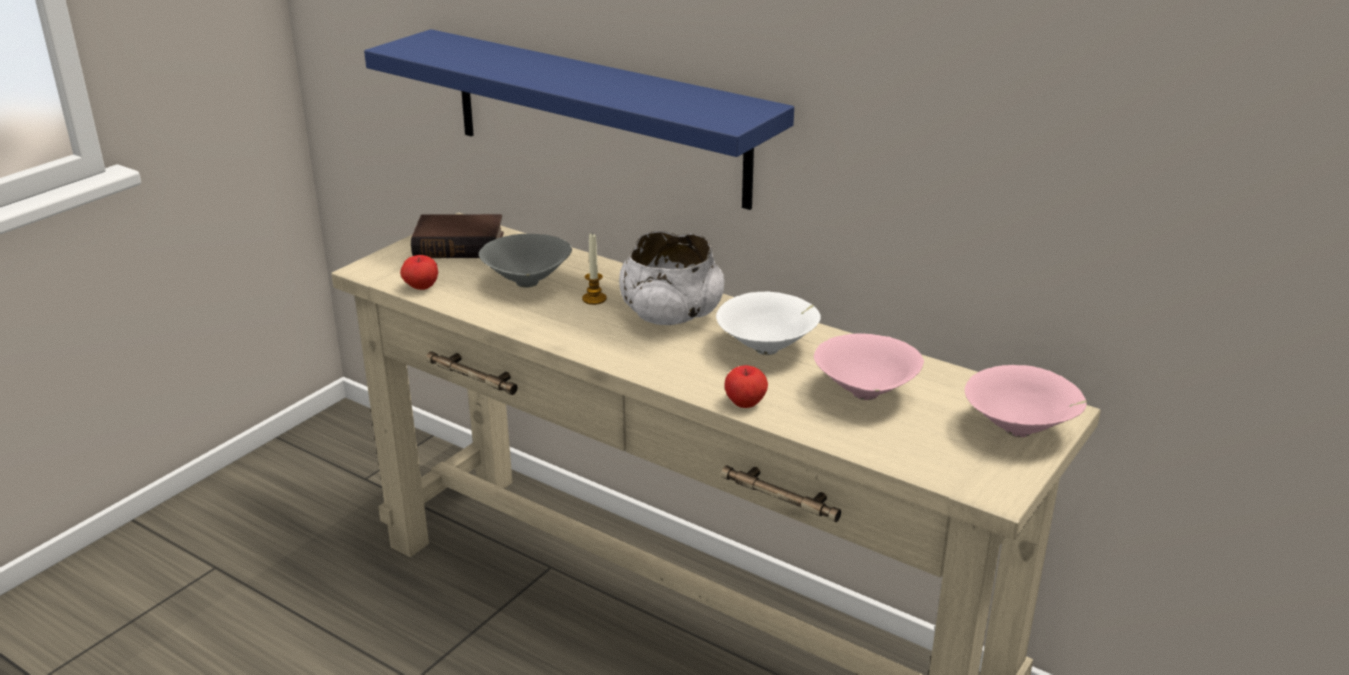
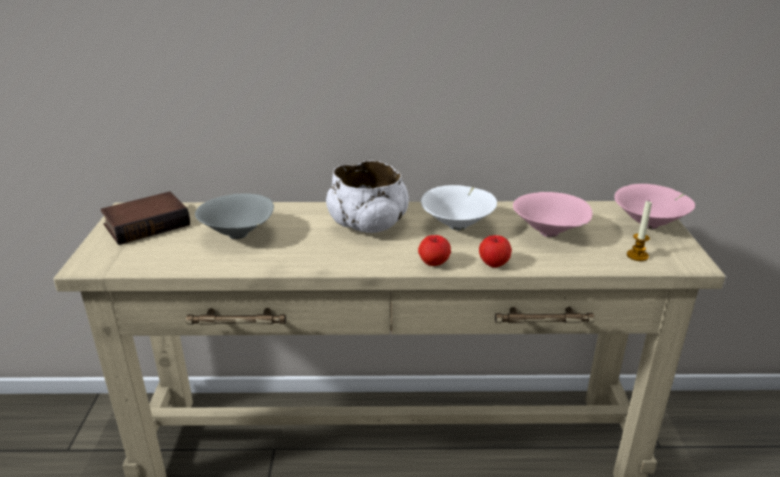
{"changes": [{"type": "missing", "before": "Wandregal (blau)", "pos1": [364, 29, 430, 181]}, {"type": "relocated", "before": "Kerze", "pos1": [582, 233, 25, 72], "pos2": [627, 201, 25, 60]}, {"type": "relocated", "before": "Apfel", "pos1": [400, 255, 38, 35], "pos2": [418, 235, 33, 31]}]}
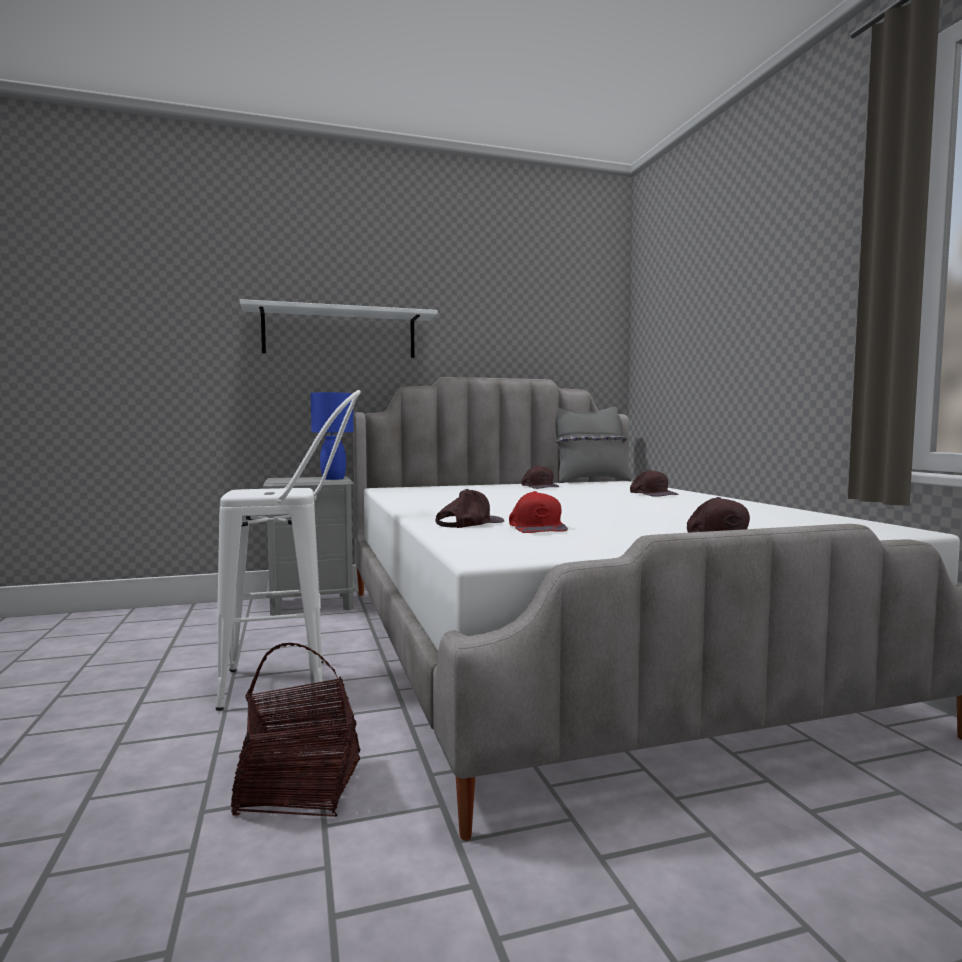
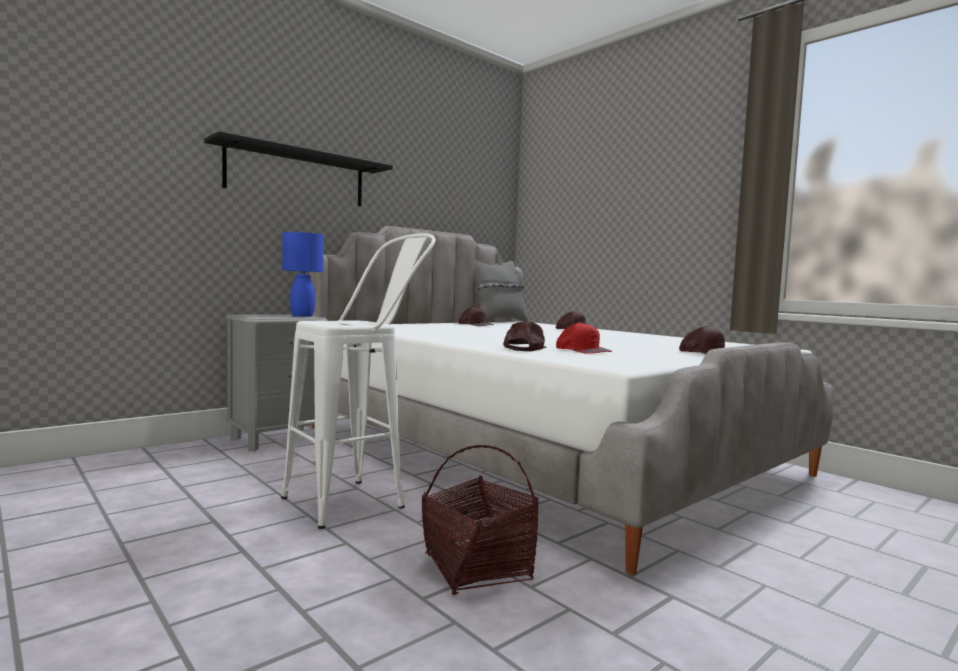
{"changes": [{"type": "colour", "before": "Wandregal (weiß)", "after": "Wandregal (schwarz)", "pos1": [240, 299, 198, 59], "pos2": [204, 131, 189, 75]}]}
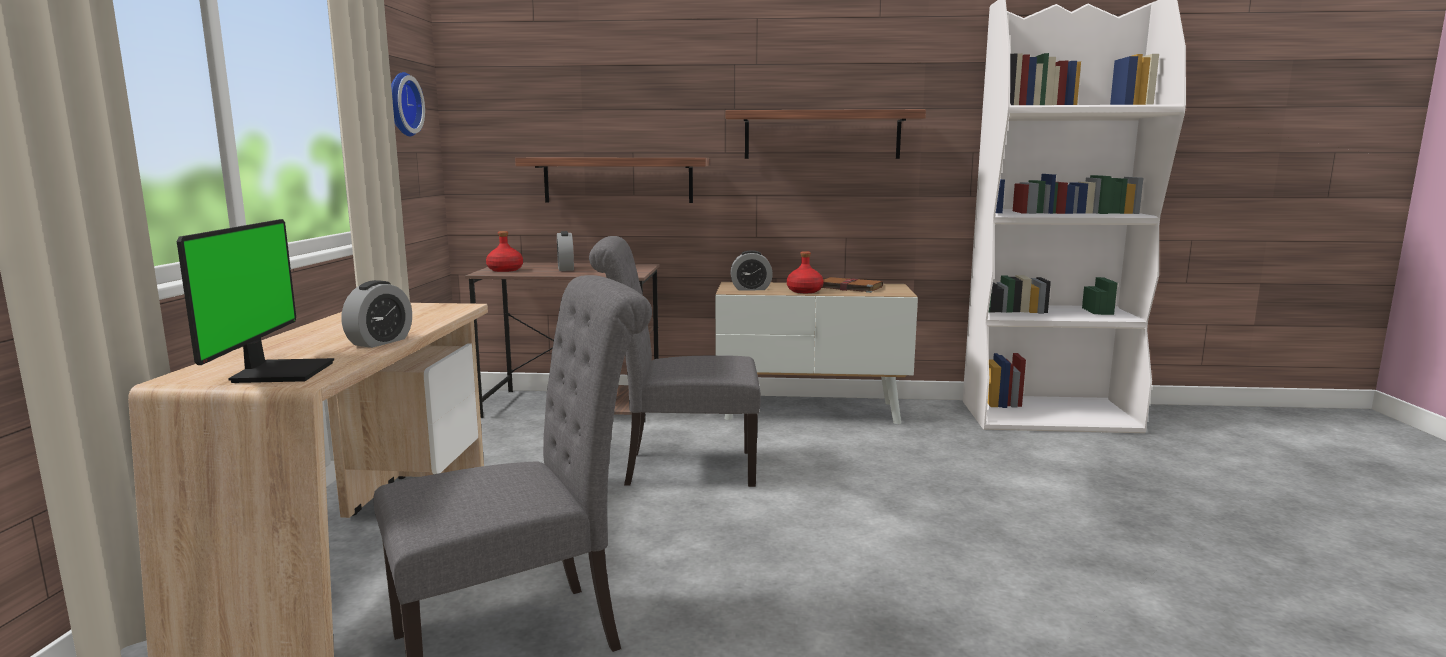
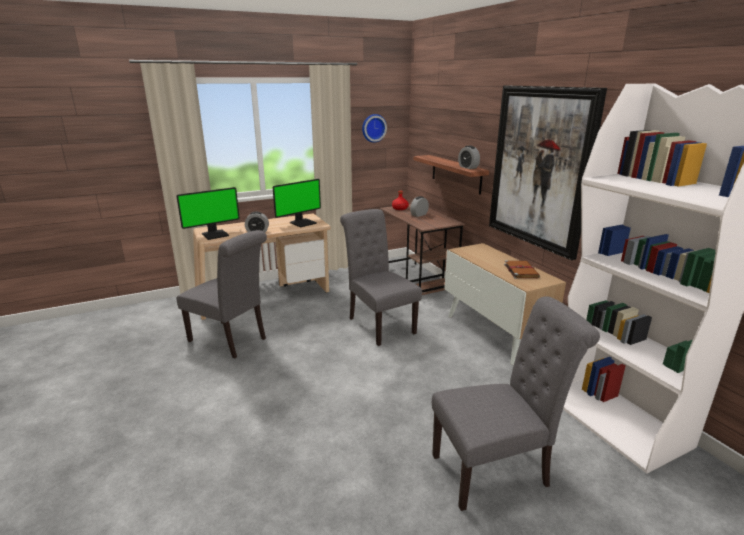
{"changes": [{"type": "exchanged", "before": "Wandregal", "after": "Bild", "pos1": [725, 109, 201, 50], "pos2": [489, 86, 118, 174]}, {"type": "relocated", "before": "Wecker", "pos1": [730, 250, 43, 40], "pos2": [458, 146, 22, 23]}, {"type": "missing", "before": "Flasche (rot)", "pos1": [787, 251, 37, 42]}, {"type": "appeared", "after": "Monitor", "pos2": [273, 179, 48, 48]}, {"type": "appeared", "after": "Stuhl (grau)", "pos2": [432, 296, 168, 215]}]}
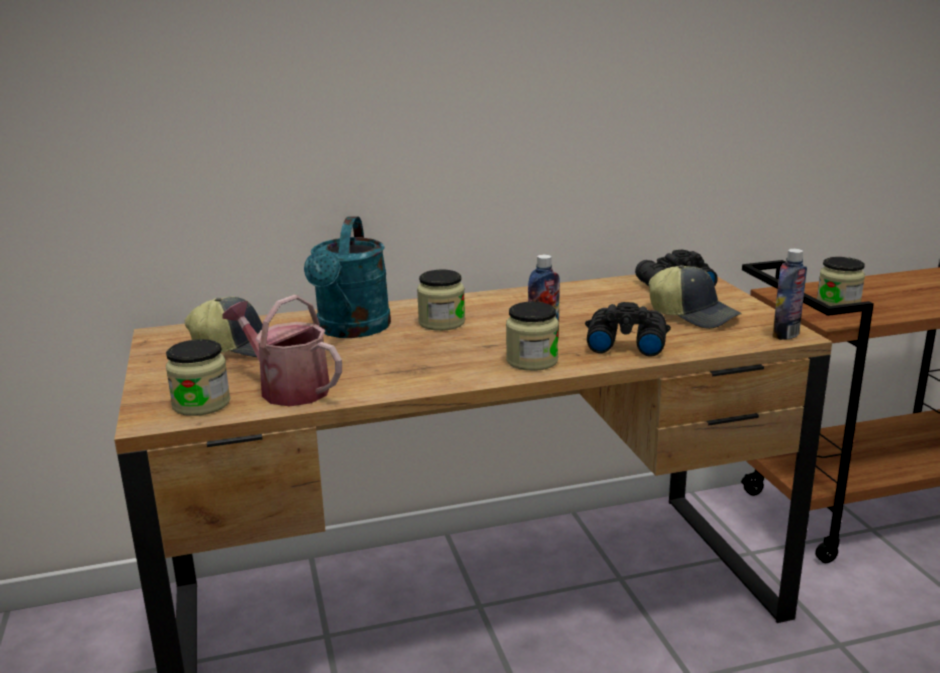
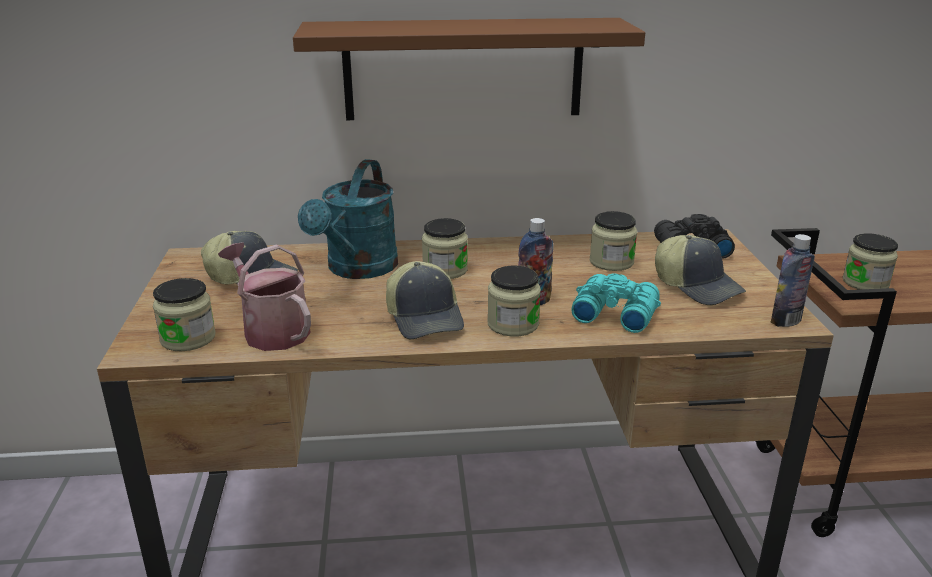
{"changes": [{"type": "colour", "before": "Fernglas (schwarz)", "after": "Fernglas (türkis)", "pos1": [585, 302, 86, 55], "pos2": [571, 273, 90, 60]}, {"type": "appeared", "after": "Wandregal (braun)", "pos2": [293, 18, 352, 102]}, {"type": "appeared", "after": "Vorratsglas", "pos2": [590, 211, 47, 60]}, {"type": "appeared", "after": "Kappe", "pos2": [386, 261, 78, 78]}]}
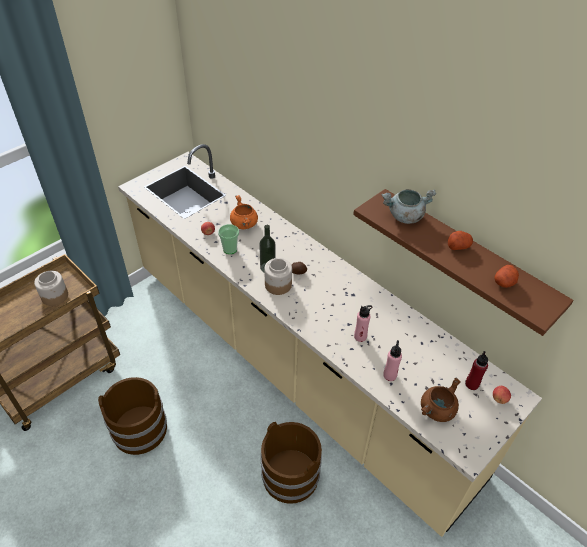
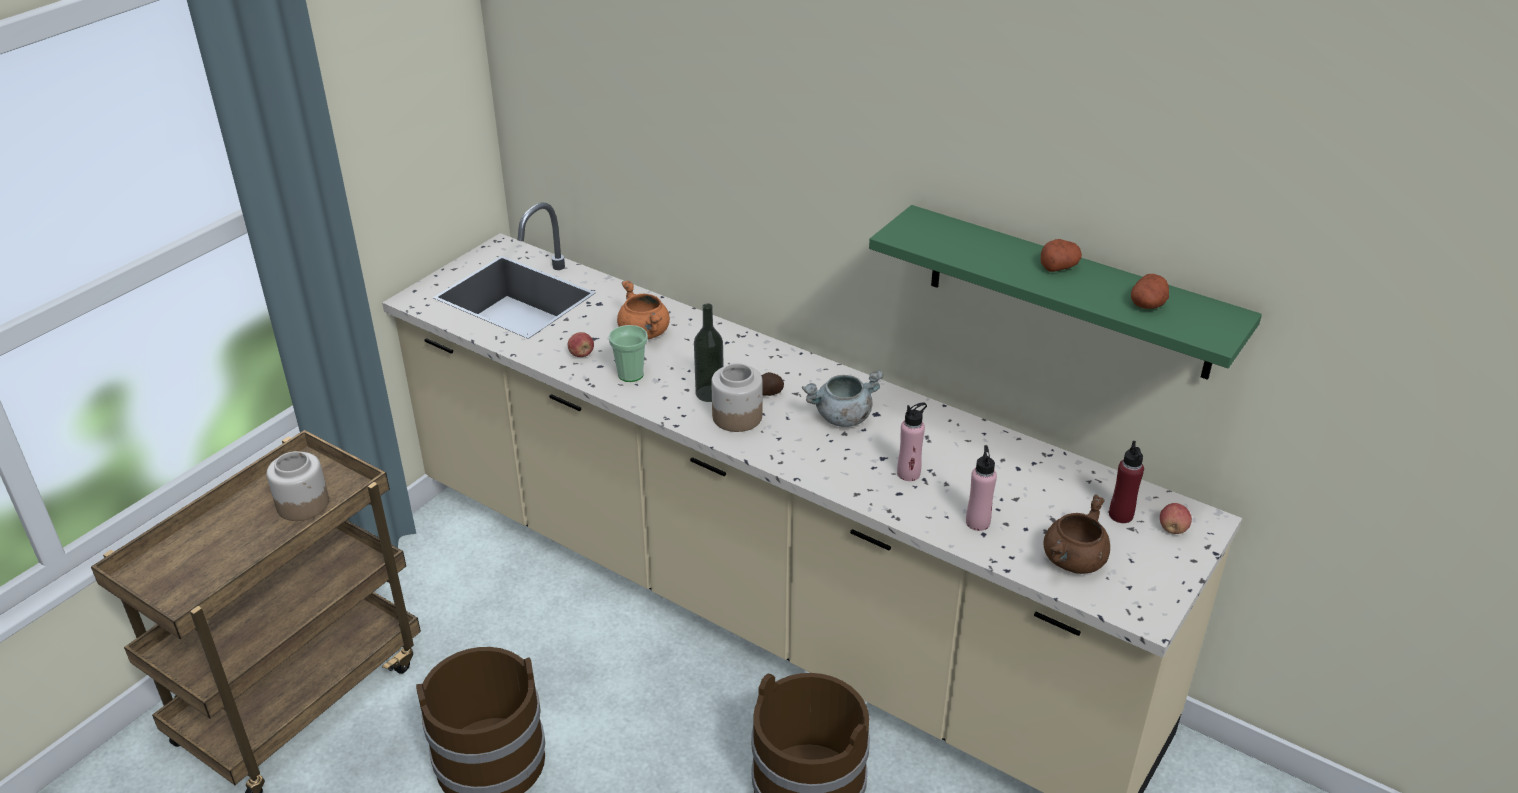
{"changes": [{"type": "colour", "before": "Wandregal (braun)", "after": "Wandregal (grün)", "pos1": [353, 189, 221, 147], "pos2": [869, 205, 393, 175]}, {"type": "relocated", "before": "Kochtopf (grau)", "pos1": [382, 189, 54, 35], "pos2": [802, 369, 82, 58]}]}
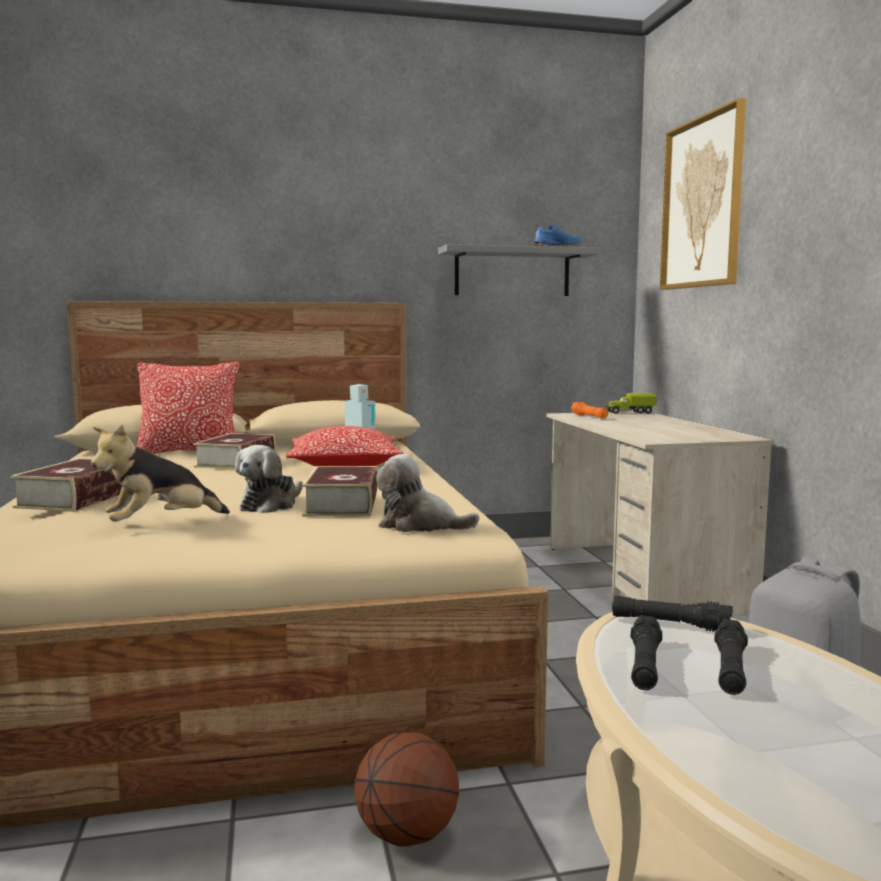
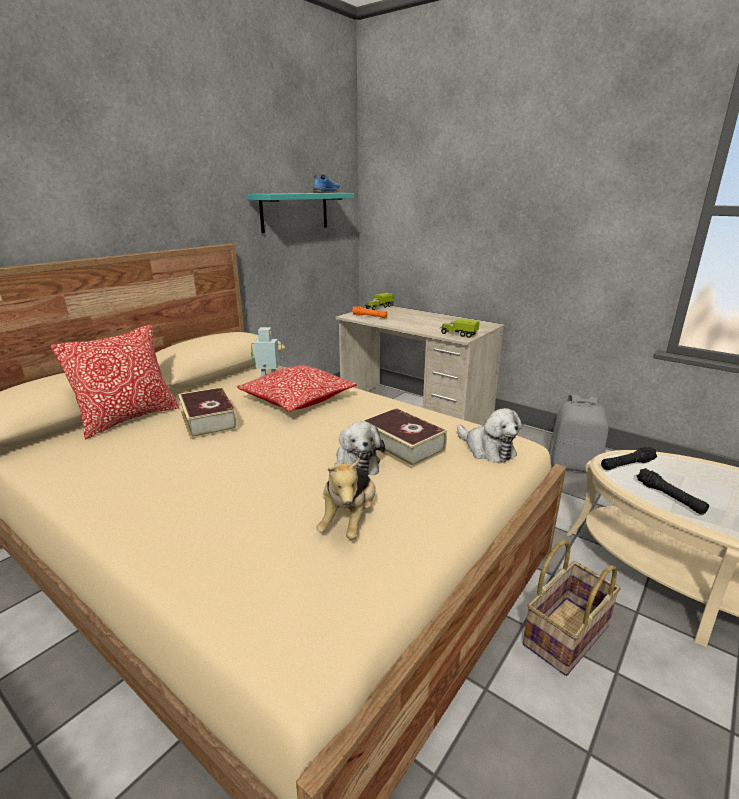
{"changes": [{"type": "missing", "before": "Bild", "pos1": [660, 98, 86, 192]}, {"type": "colour", "before": "Wandregal (grau)", "after": "Wandregal (türkis)", "pos1": [438, 244, 162, 52], "pos2": [247, 193, 107, 40]}, {"type": "spun", "before": "Plüschtier", "pos1": [376, 454, 103, 78], "pos2": [457, 408, 65, 55], "turn": -105}, {"type": "missing", "before": "Buch", "pos1": [10, 458, 112, 53]}, {"type": "missing", "before": "Taschenlampe (schwarz)", "pos1": [715, 619, 33, 76]}, {"type": "exchanged", "before": "Basketball", "after": "Korb", "pos1": [354, 732, 105, 114], "pos2": [523, 540, 98, 136]}, {"type": "appeared", "after": "Spielzeuglaster", "pos2": [439, 318, 41, 20]}]}
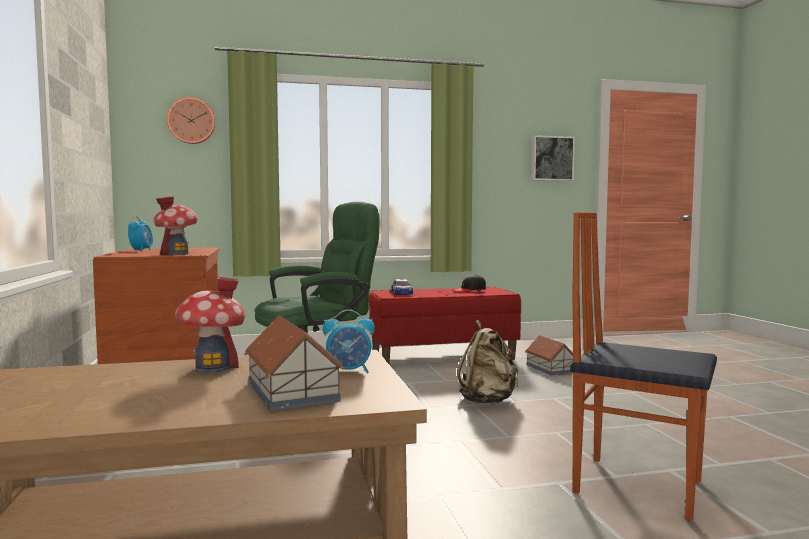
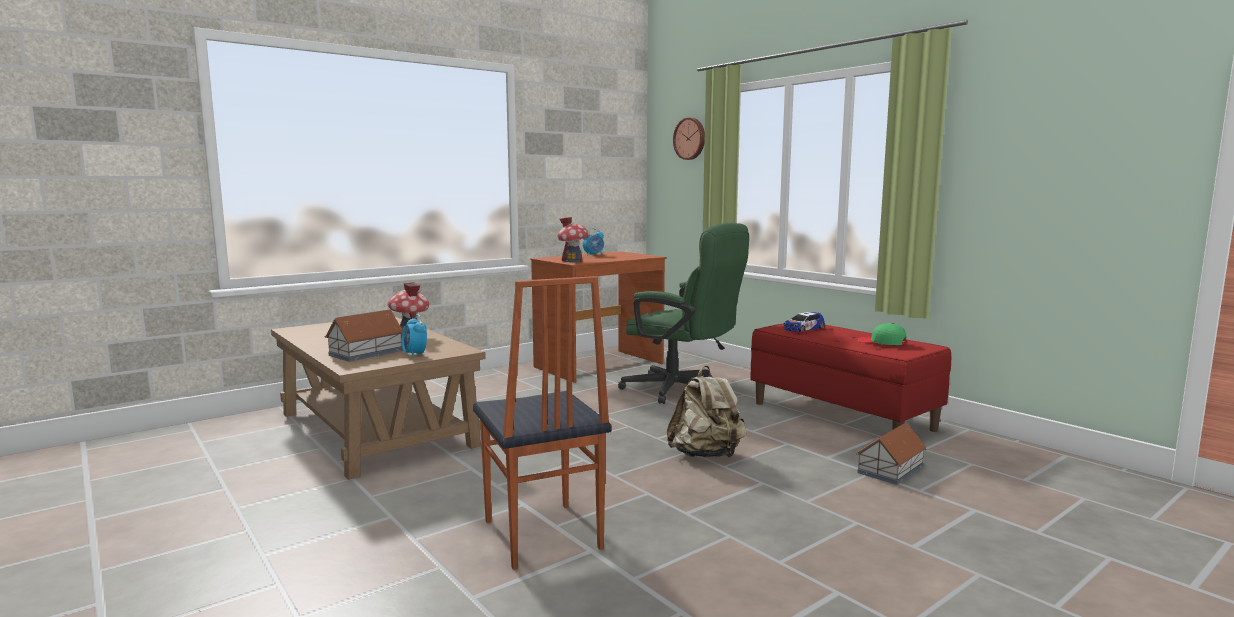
{"changes": [{"type": "missing", "before": "Bild", "pos1": [532, 135, 43, 46]}, {"type": "spun", "before": "Stuhl", "pos1": [570, 212, 147, 309], "pos2": [473, 276, 139, 294], "turn": 150}, {"type": "colour", "before": "Kappe (schwarz)", "after": "Kappe (grün)", "pos1": [453, 274, 33, 18], "pos2": [858, 323, 49, 22]}]}
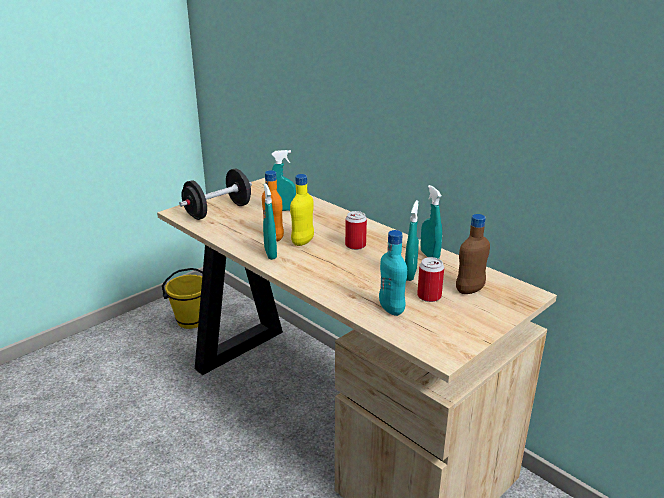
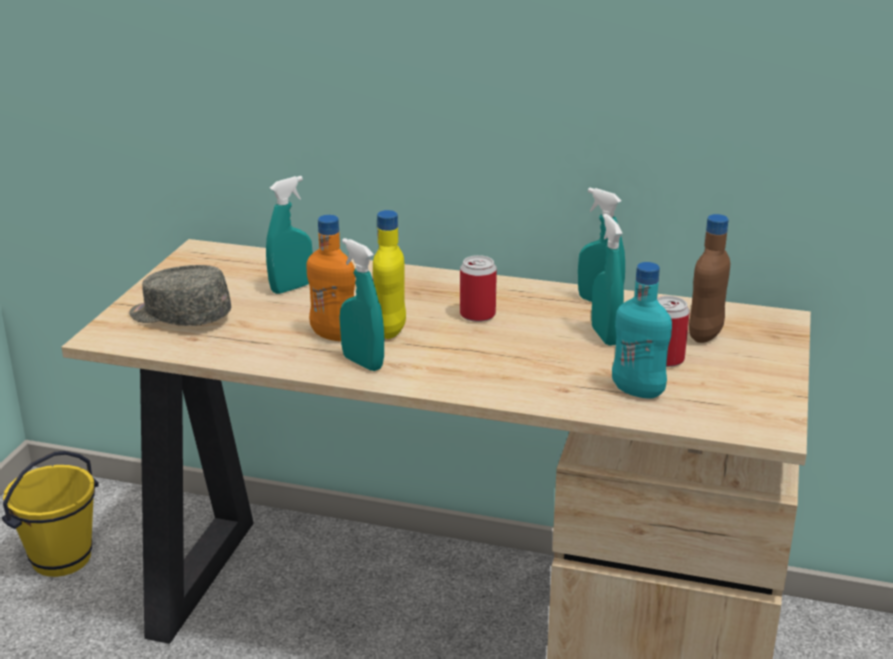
{"changes": [{"type": "exchanged", "before": "Hantel (schwarz)", "after": "Kappe (grau)", "pos1": [179, 169, 73, 51], "pos2": [129, 265, 102, 61]}]}
